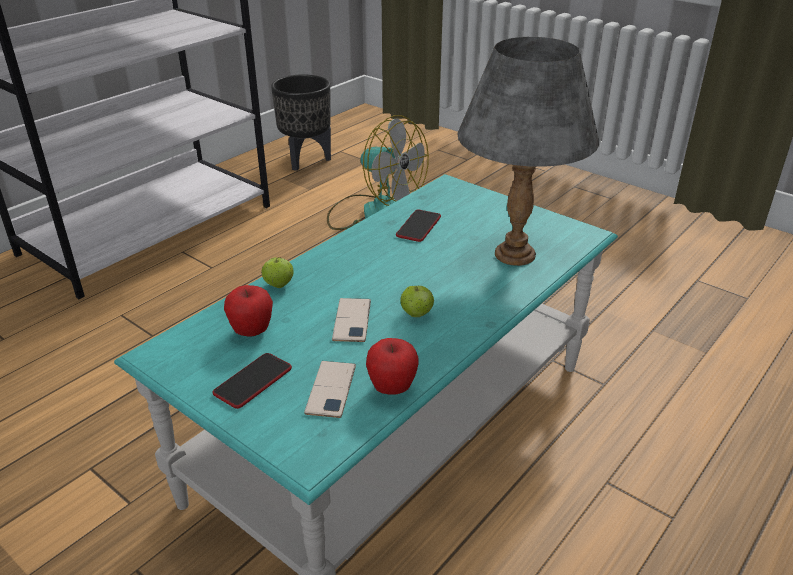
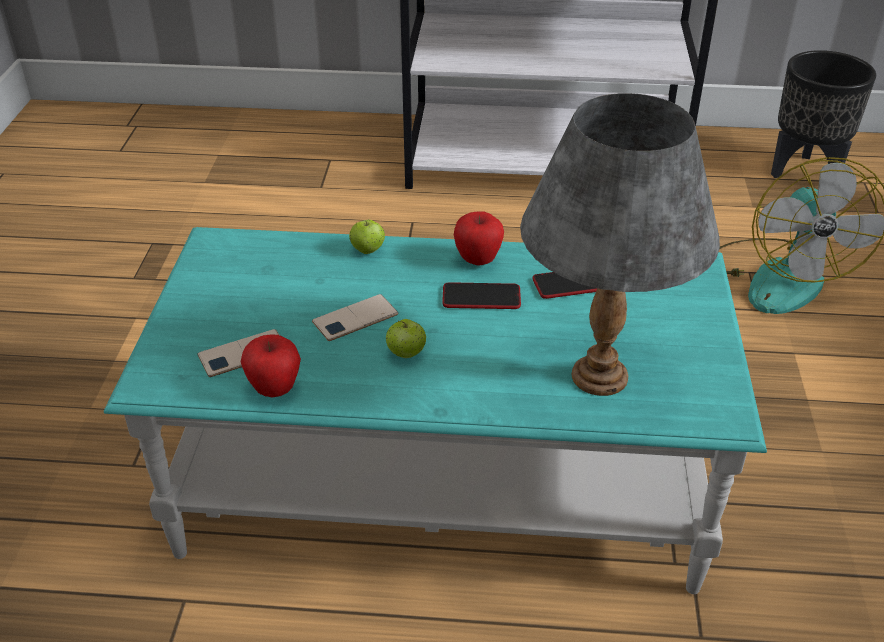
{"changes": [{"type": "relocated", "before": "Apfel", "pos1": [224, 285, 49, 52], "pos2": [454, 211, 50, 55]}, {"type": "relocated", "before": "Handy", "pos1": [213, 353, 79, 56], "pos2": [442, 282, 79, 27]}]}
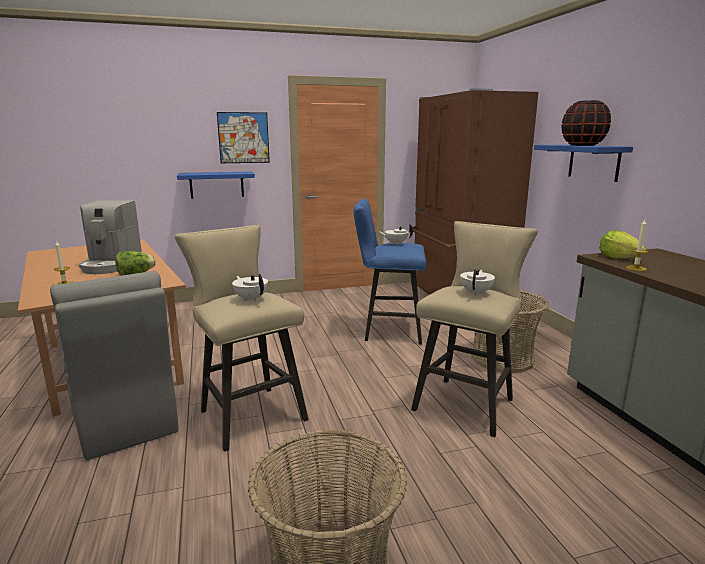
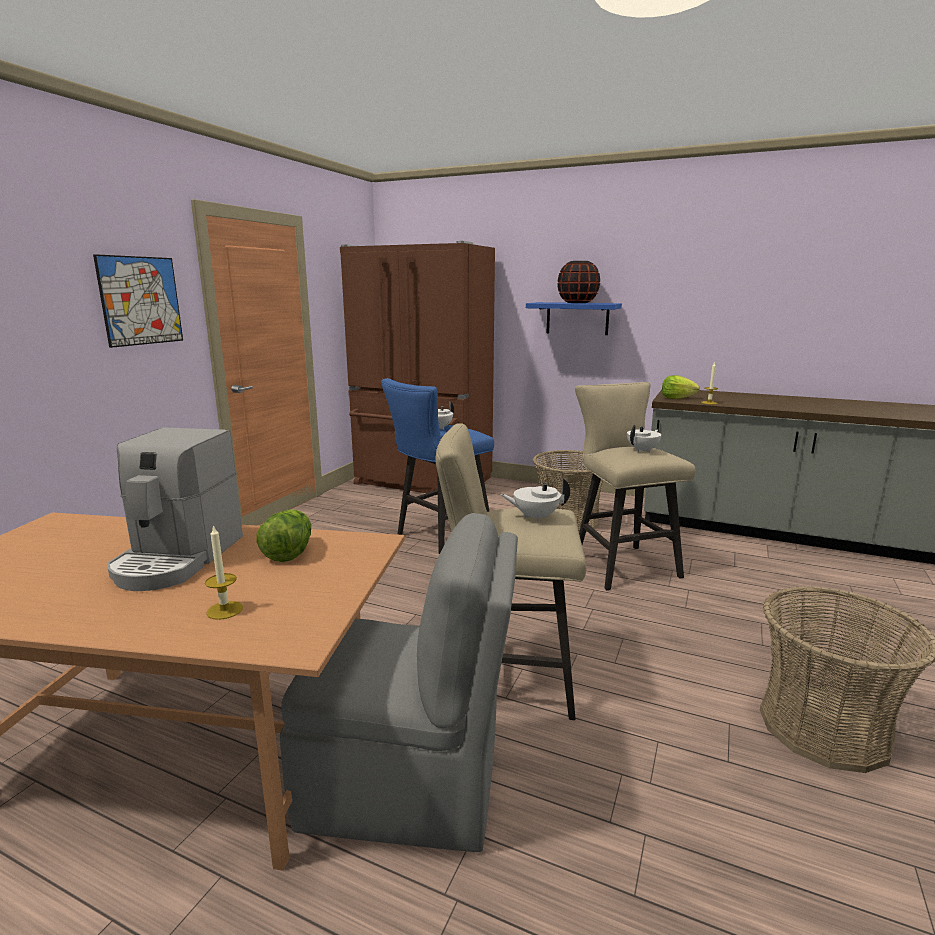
{"changes": [{"type": "missing", "before": "Wandregal (blau)", "pos1": [177, 171, 78, 28]}, {"type": "spun", "before": "Kaffeemaschine", "pos1": [79, 200, 63, 74], "pos2": [107, 428, 136, 163], "turn": 60}, {"type": "spun", "before": "Teekanne (weiß)", "pos1": [460, 269, 35, 26], "pos2": [627, 424, 34, 28], "turn": 75}]}
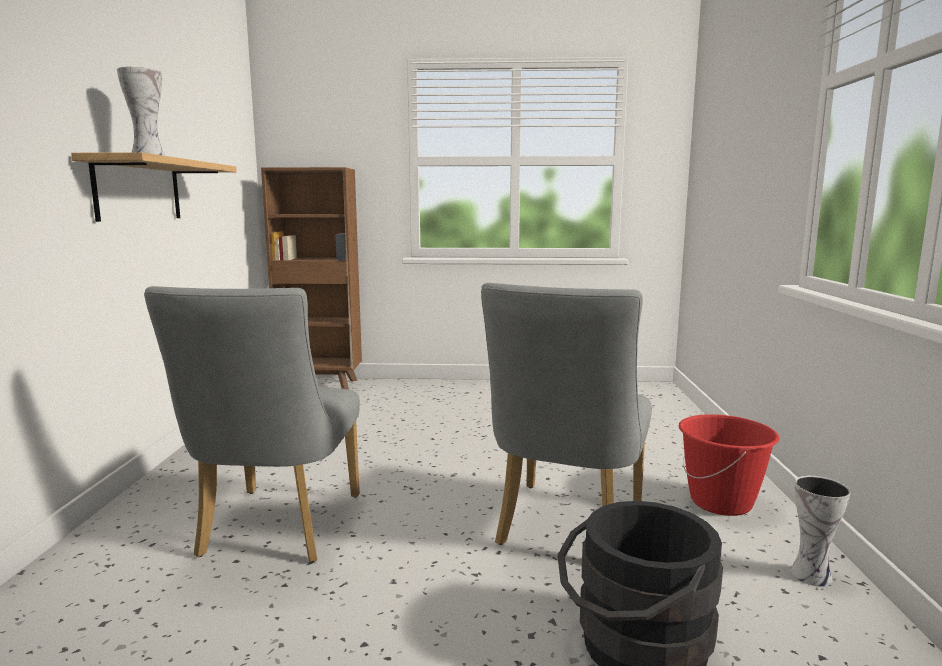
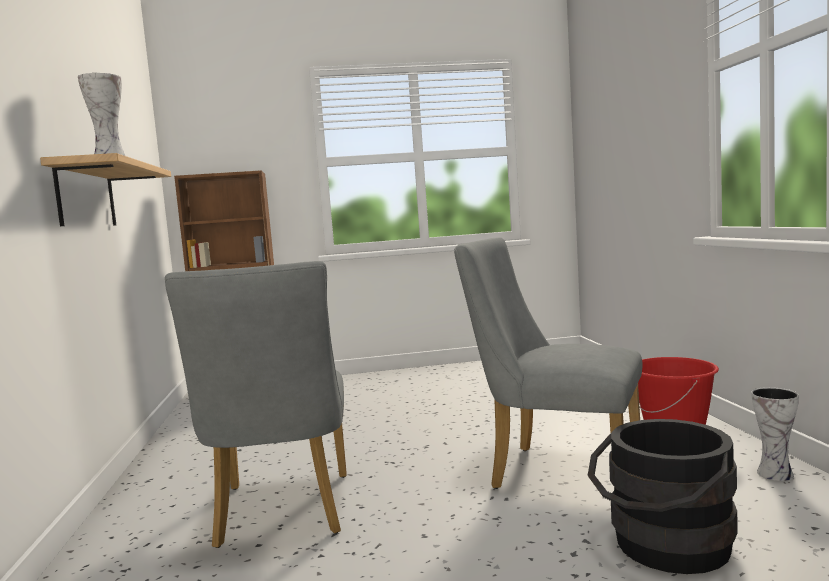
{"changes": [{"type": "spun", "before": "Stuhl (grau)", "pos1": [481, 283, 171, 262], "pos2": [454, 237, 188, 252], "turn": 105}]}
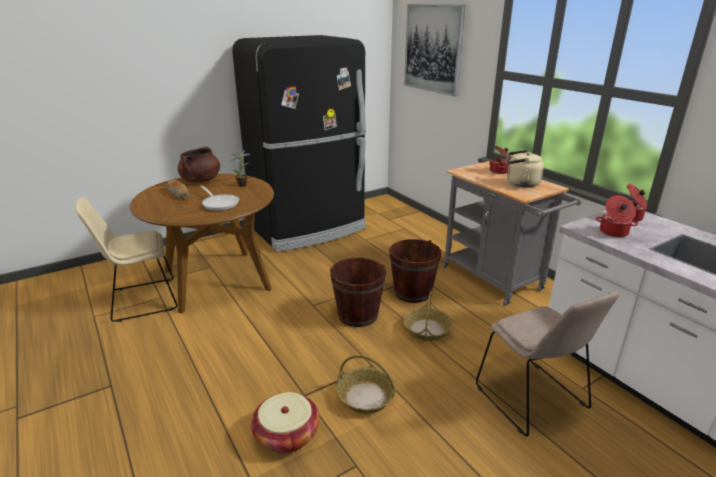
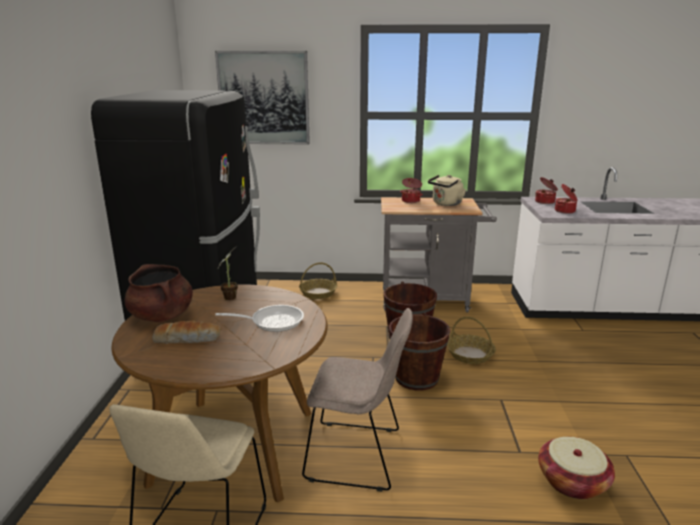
{"changes": [{"type": "relocated", "before": "Stuhl (beige)", "pos1": [476, 291, 144, 145], "pos2": [302, 308, 111, 184]}, {"type": "relocated", "before": "Korb", "pos1": [336, 355, 60, 59], "pos2": [299, 262, 38, 37]}]}
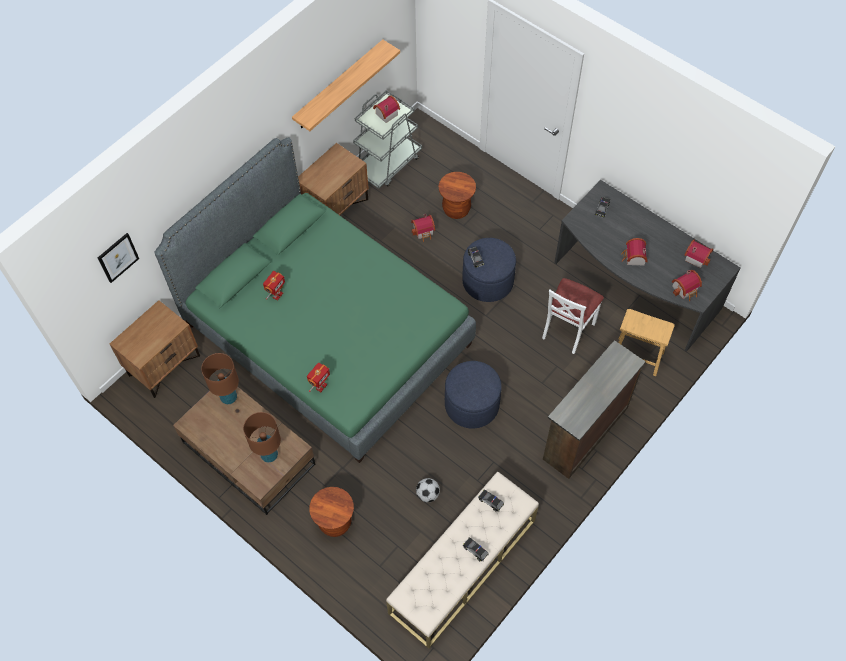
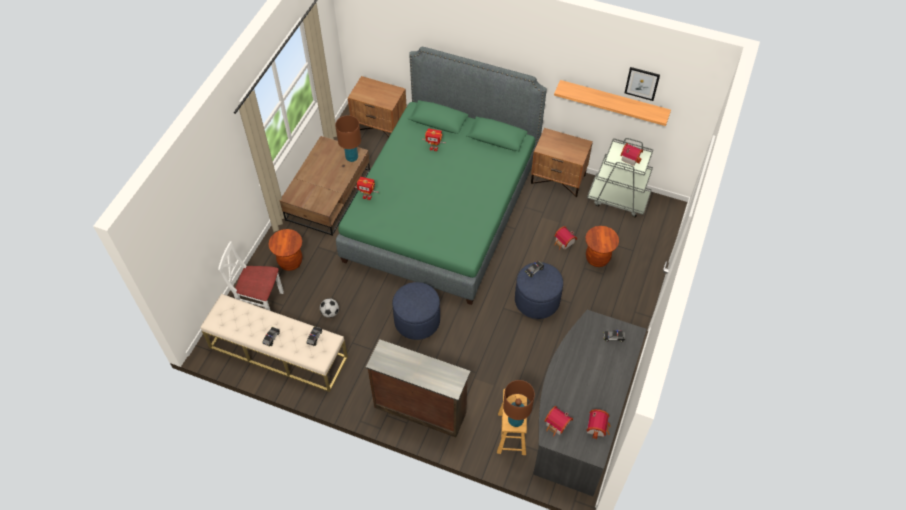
{"changes": [{"type": "relocated", "before": "Bild", "pos1": [98, 233, 41, 50], "pos2": [625, 67, 35, 34]}, {"type": "missing", "before": "Spielzeughaus", "pos1": [621, 238, 27, 27]}, {"type": "relocated", "before": "Stuhl (weiß)", "pos1": [542, 278, 62, 76], "pos2": [218, 241, 66, 70]}, {"type": "relocated", "before": "Tischlampe (braun)", "pos1": [243, 412, 38, 50], "pos2": [503, 380, 32, 47]}]}
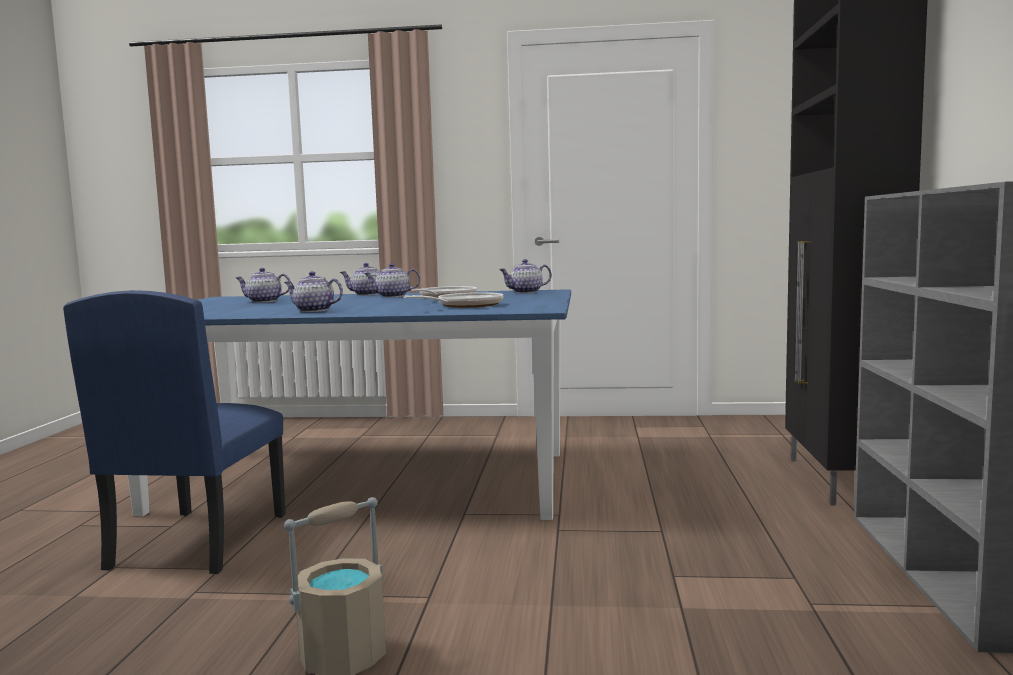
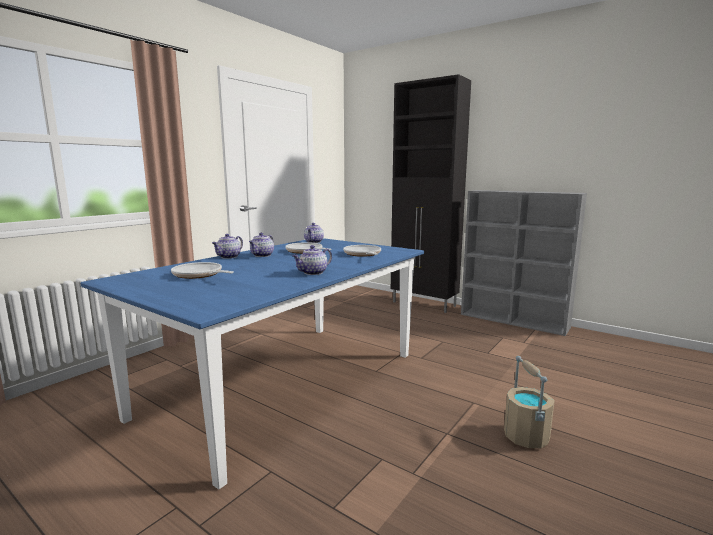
{"changes": [{"type": "exchanged", "before": "Teekanne", "after": "Pfanne", "pos1": [236, 268, 54, 35], "pos2": [171, 262, 63, 17]}, {"type": "missing", "before": "Stuhl (blau)", "pos1": [63, 290, 223, 284]}]}
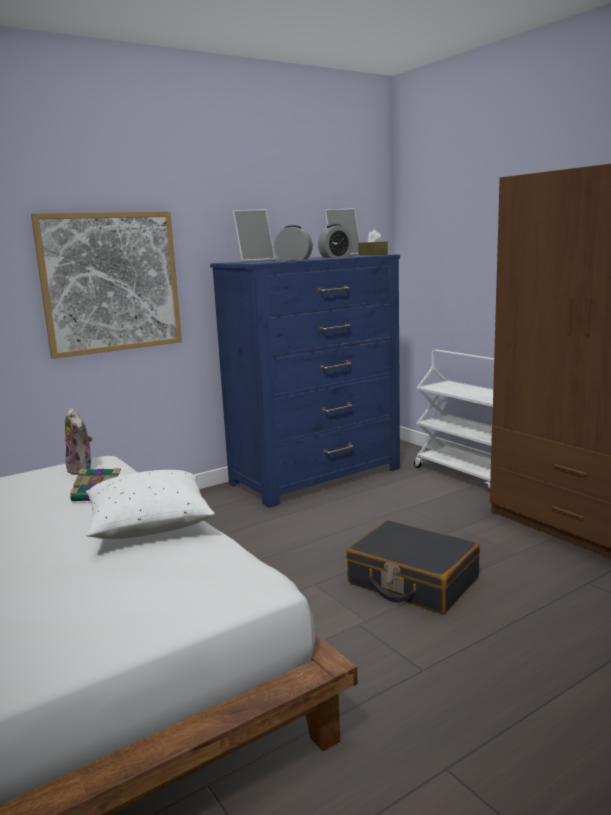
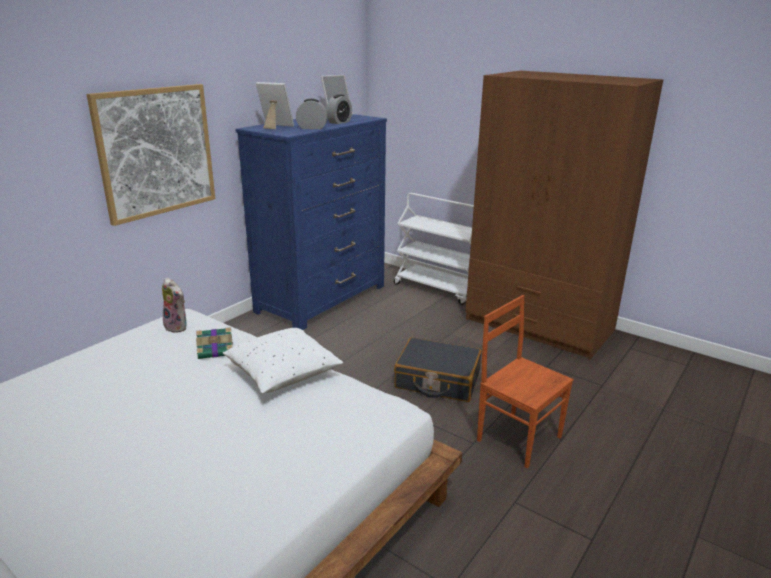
{"changes": [{"type": "spun", "before": "Bilderrahmen", "pos1": [232, 209, 44, 53], "pos2": [256, 82, 38, 47], "turn": -120}, {"type": "missing", "before": "Taschentuchbox (braun)", "pos1": [358, 229, 30, 26]}, {"type": "appeared", "after": "Stuhl (braun)", "pos2": [477, 295, 97, 173]}]}
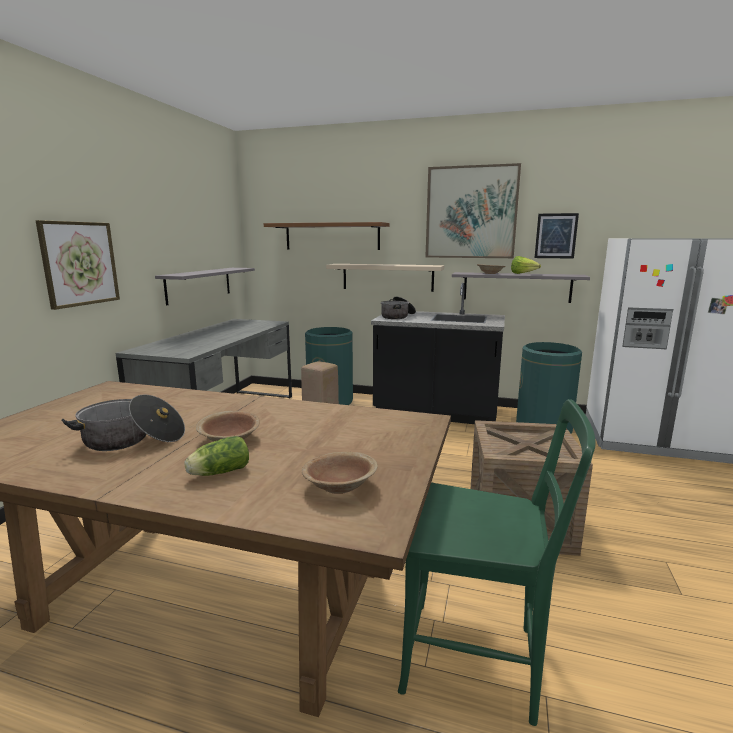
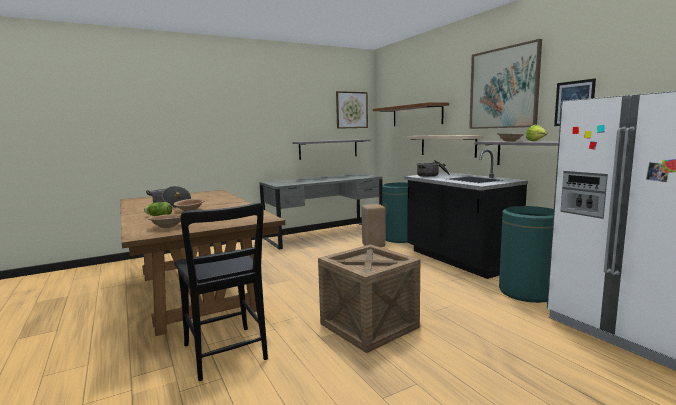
{"changes": [{"type": "relocated", "before": "Bild", "pos1": [36, 220, 84, 90], "pos2": [336, 91, 32, 38]}, {"type": "colour", "before": "Stuhl (grün)", "after": "Stuhl (schwarz)", "pos1": [398, 399, 198, 327], "pos2": [174, 203, 94, 178]}]}
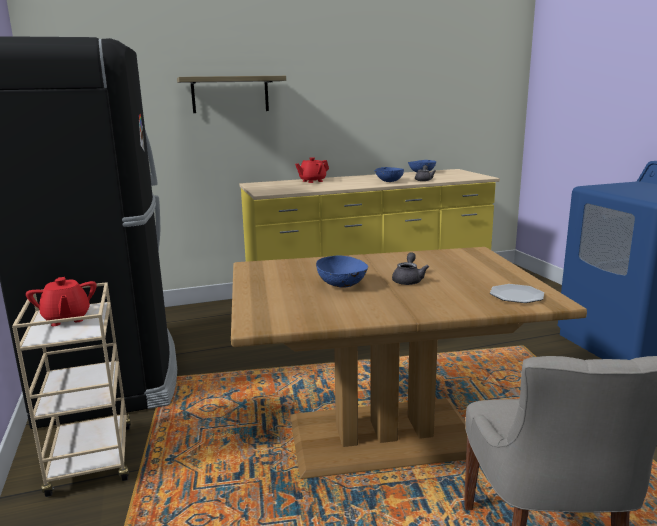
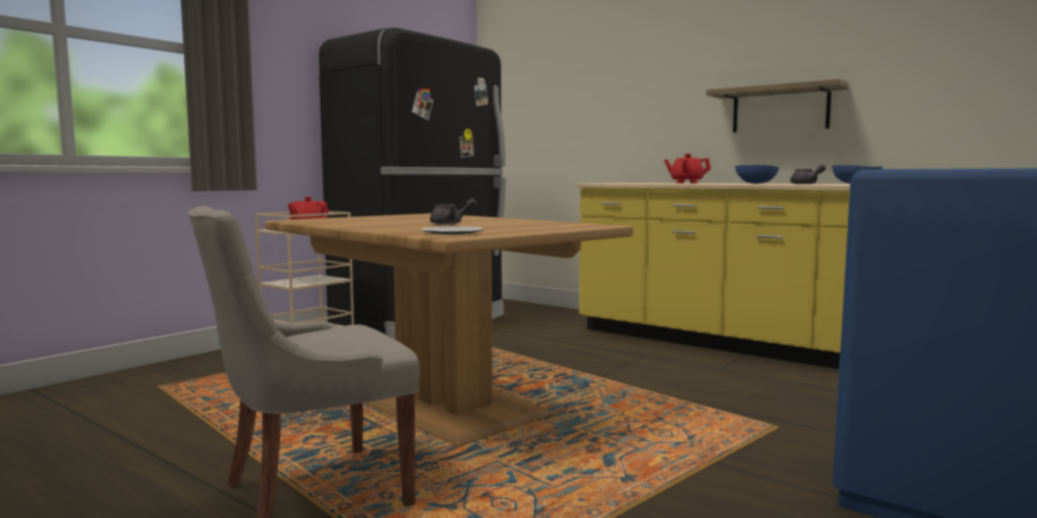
{"changes": [{"type": "relocated", "before": "Wandregal", "pos1": [177, 76, 109, 37], "pos2": [706, 79, 143, 54]}, {"type": "missing", "before": "Schüssel (blau)", "pos1": [316, 256, 52, 32]}]}
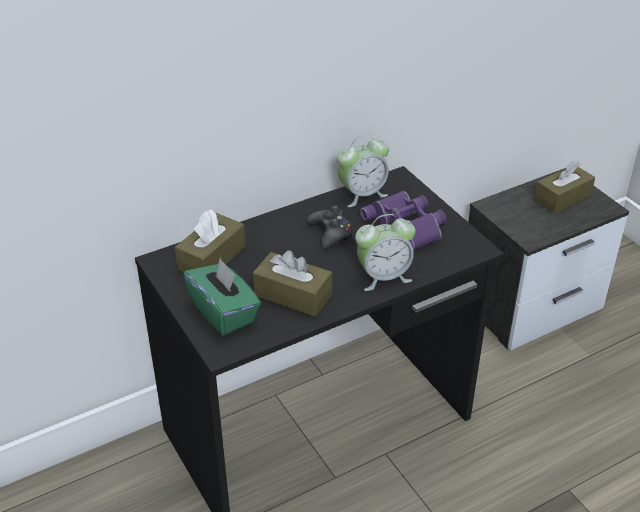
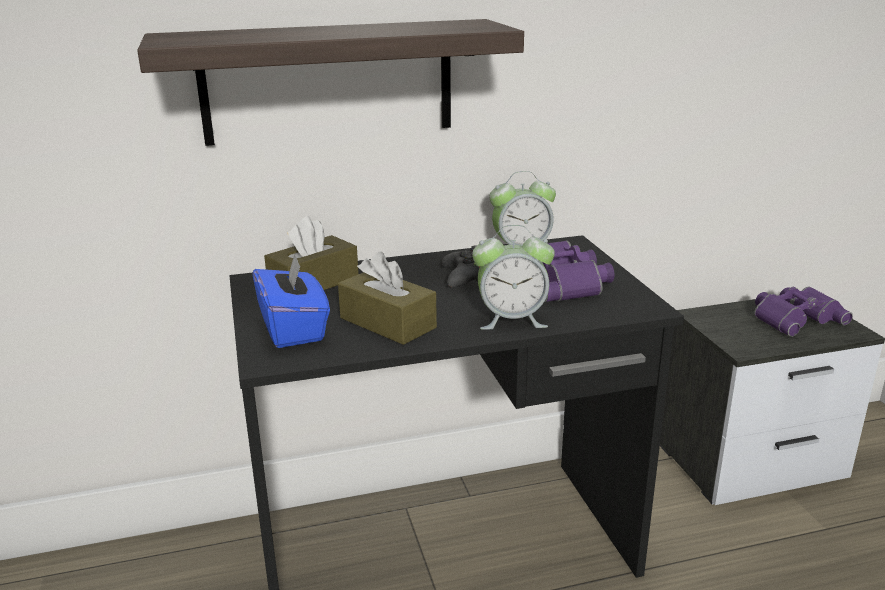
{"changes": [{"type": "exchanged", "before": "Taschentuchbox (braun)", "after": "Fernglas (lila)", "pos1": [534, 161, 61, 53], "pos2": [754, 286, 99, 51]}, {"type": "colour", "before": "Taschentuchbox (grün)", "after": "Taschentuchbox (blau)", "pos1": [183, 258, 78, 78], "pos2": [253, 254, 77, 94]}, {"type": "appeared", "after": "Wandregal", "pos2": [137, 19, 387, 127]}]}
